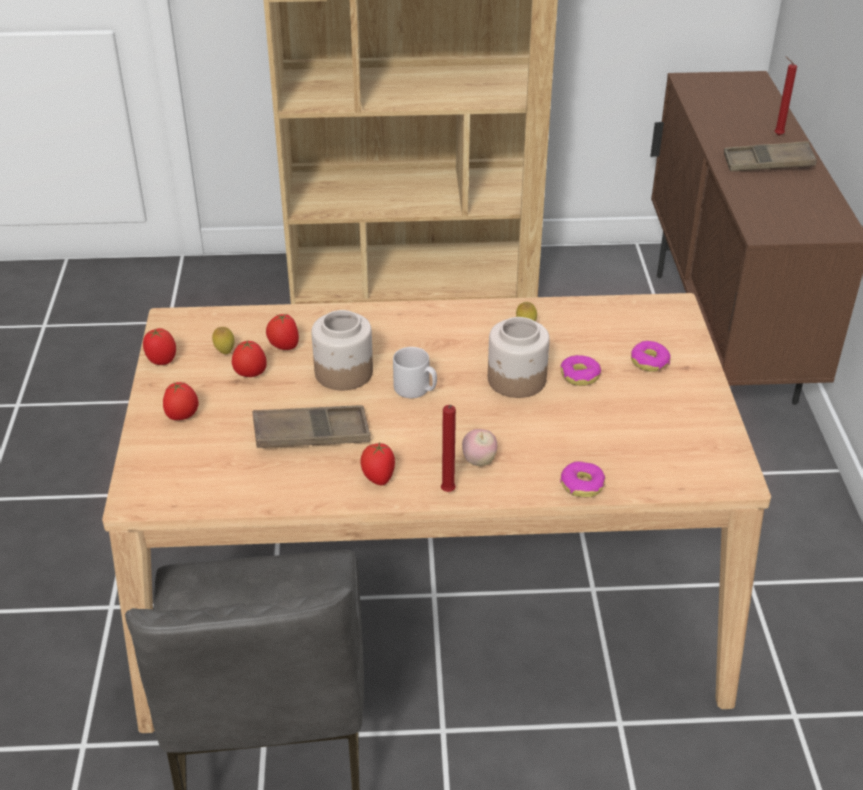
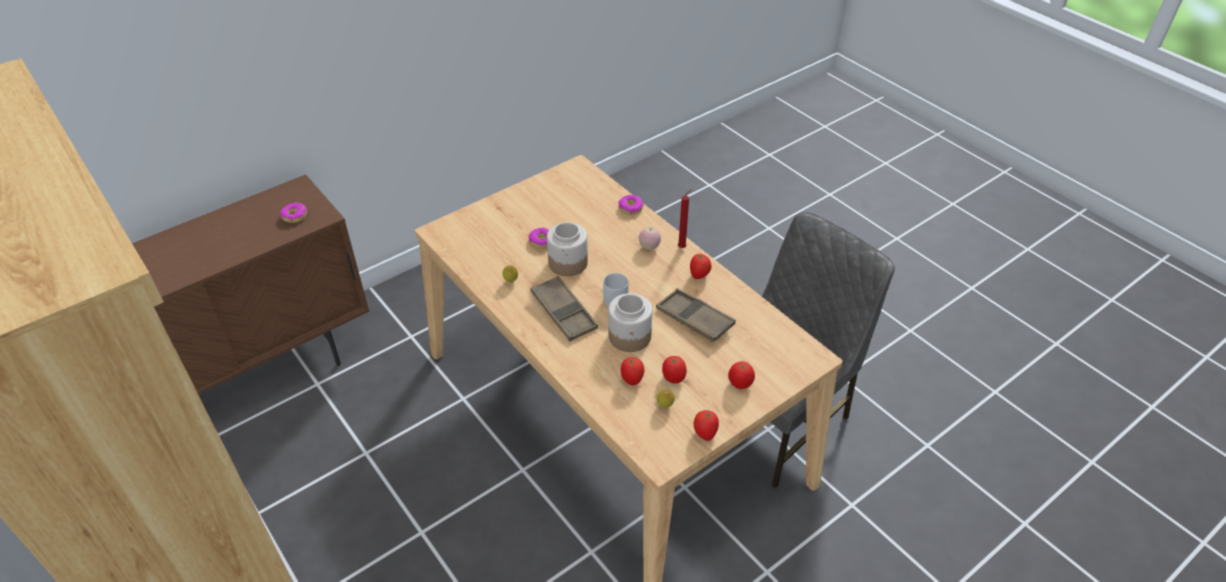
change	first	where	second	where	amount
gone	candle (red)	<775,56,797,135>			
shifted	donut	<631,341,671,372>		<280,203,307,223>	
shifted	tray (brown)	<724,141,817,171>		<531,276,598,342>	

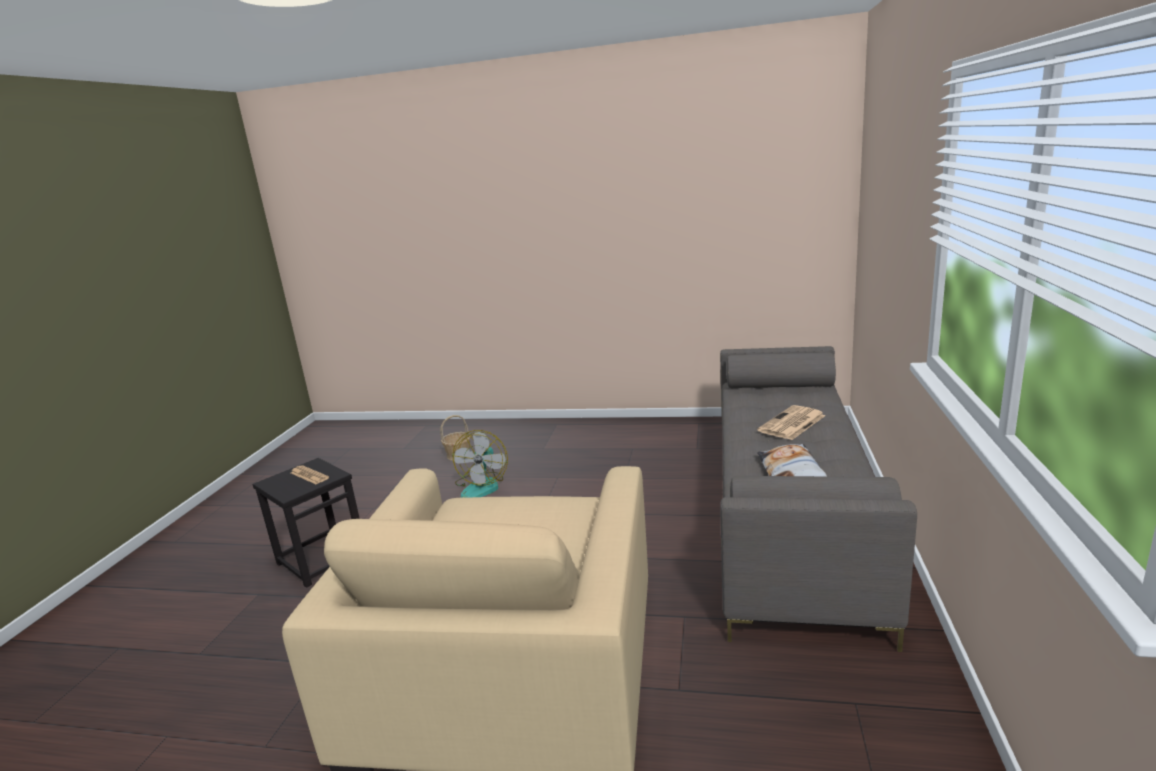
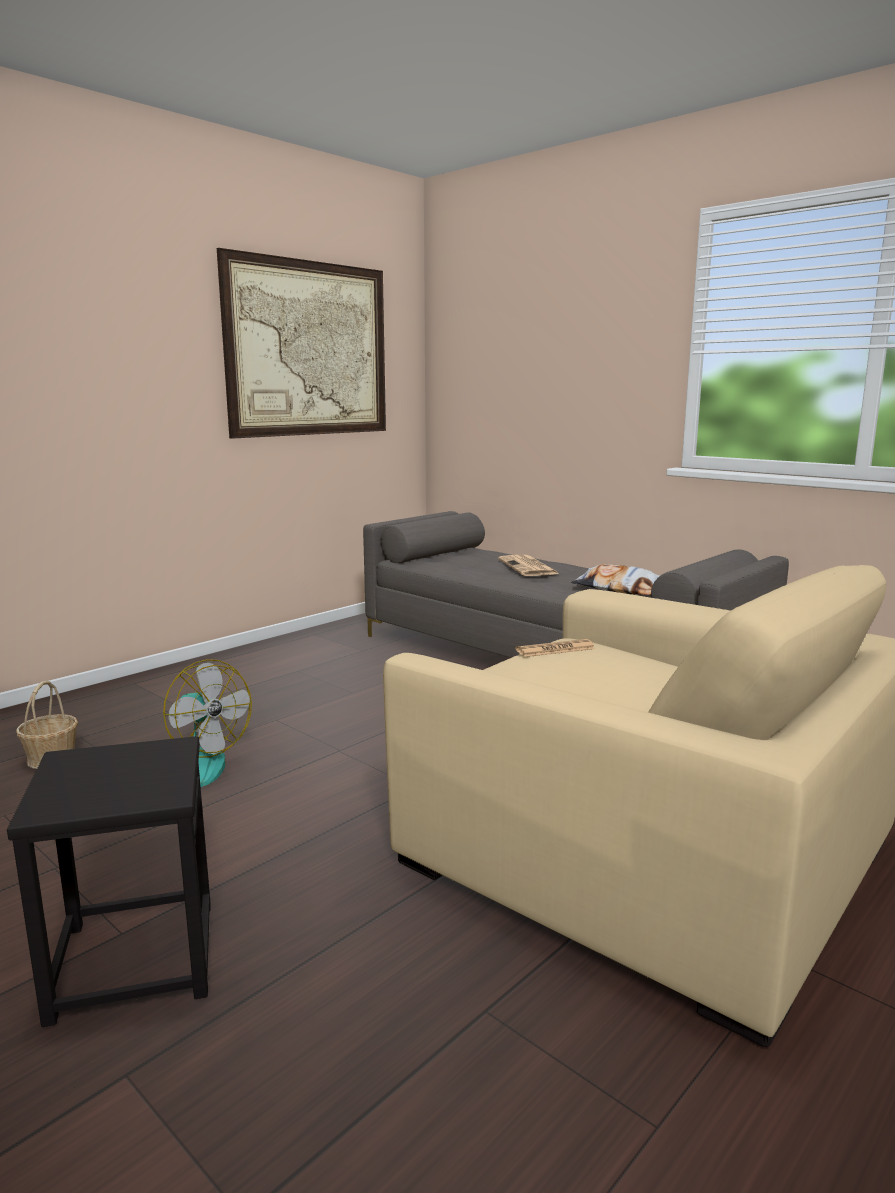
change	first	where	second	where	amount
new			picture	<217,248,386,439>	
shifted	newspaper	<291,465,329,484>		<515,639,595,657>	

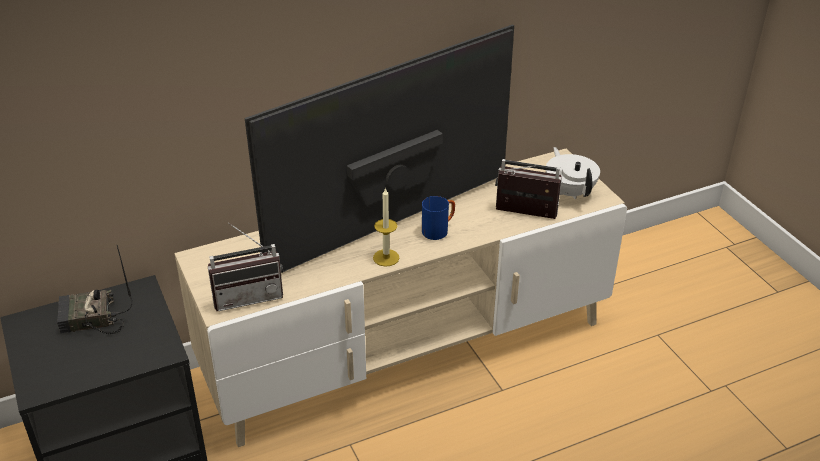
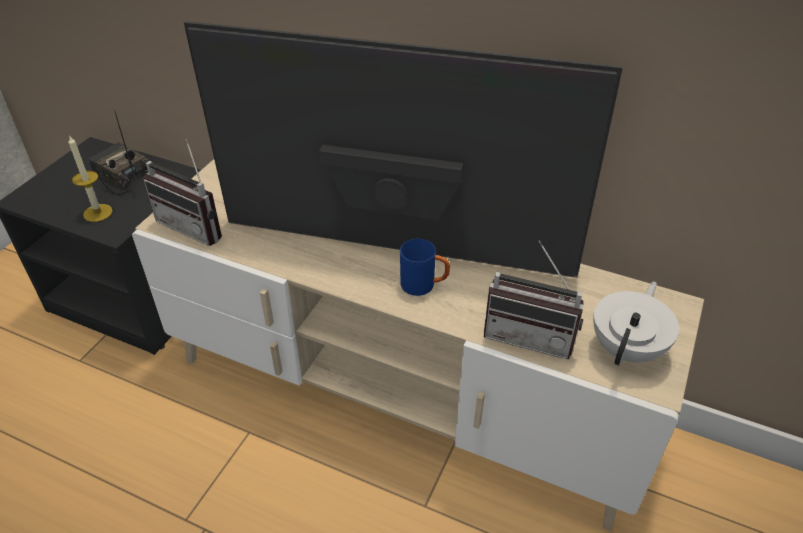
change	first	where	second	where	amount
shifted	candle	<373,187,400,267>		<69,135,113,222>	
rotated	radio	<495,159,562,219>		<484,240,584,359>	135 degrees clockwise

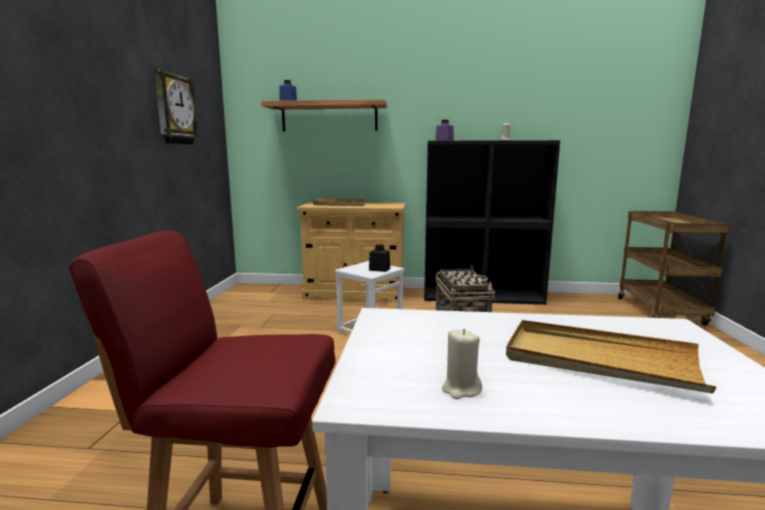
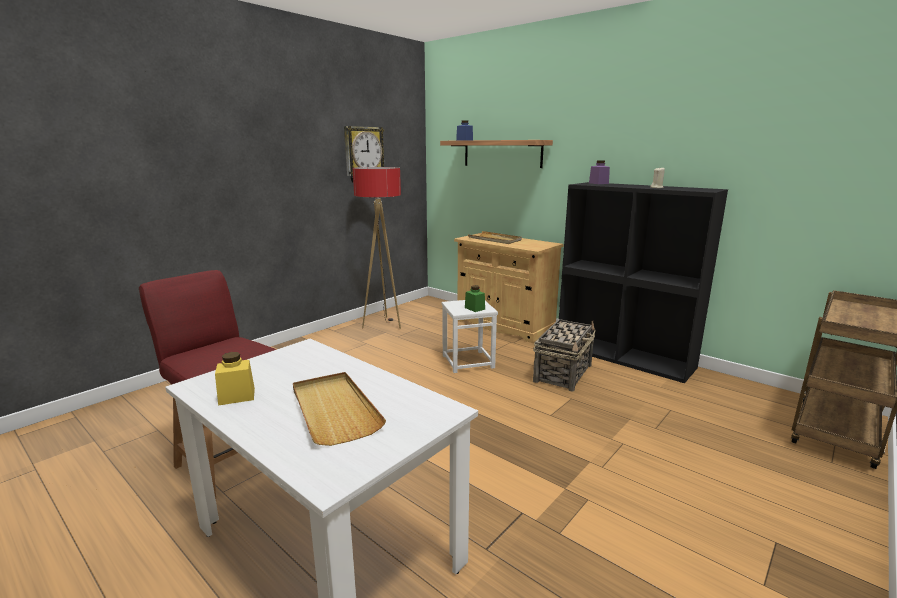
change	first	where	second	where	amount
new			floor lamp	<353,167,401,329>	
swapped	candle (beige)	<442,329,482,399>	jar (yellow)	<215,352,255,406>	
repainted	jar (black)	<369,244,390,272>	jar (green)	<465,285,485,312>	

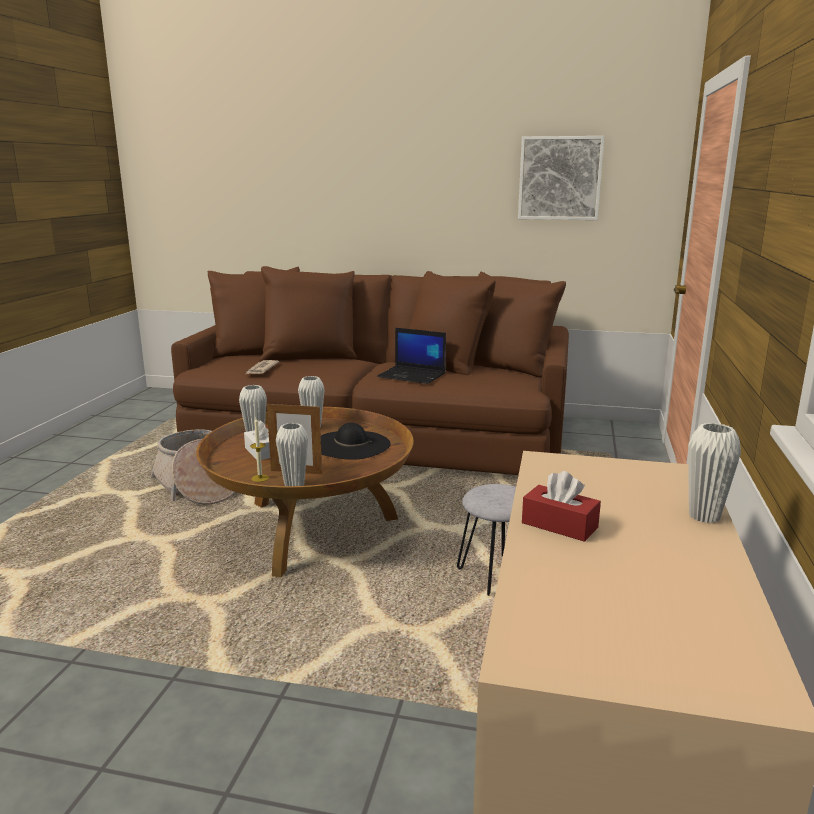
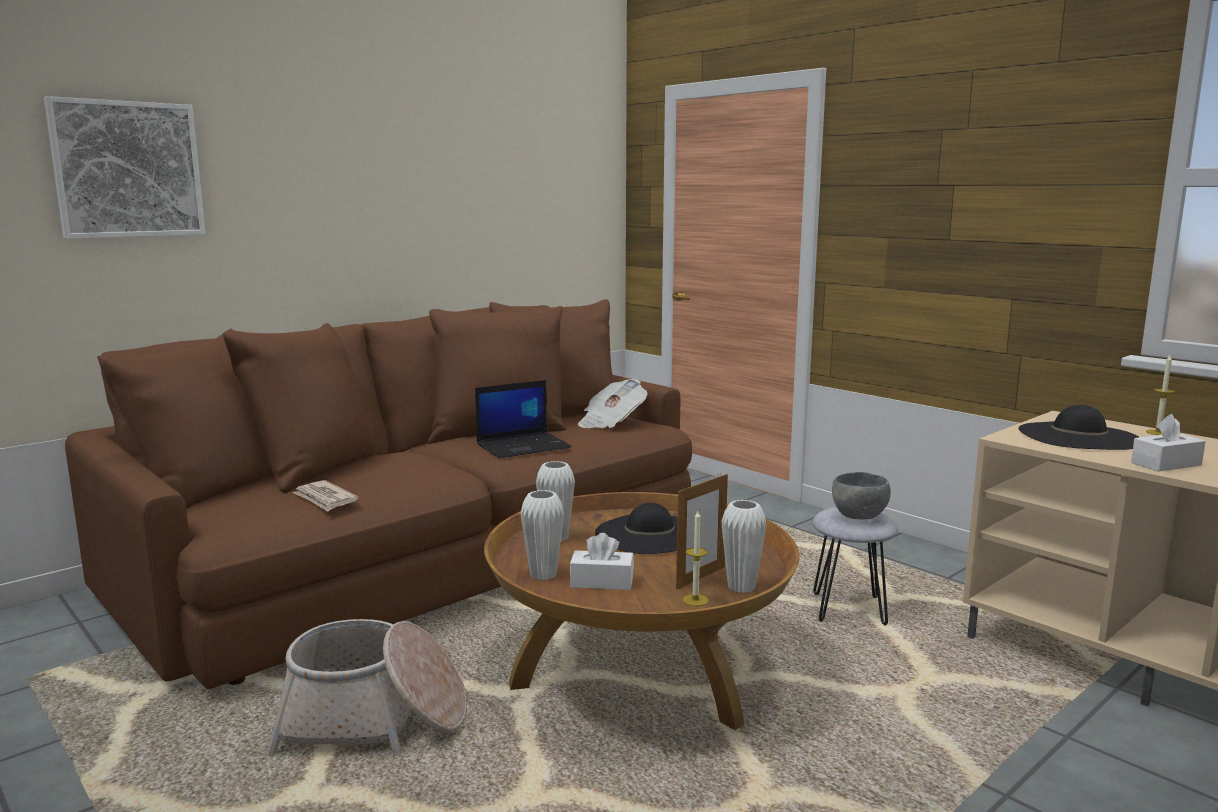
change	first	where	second	where	amount
new			newspaper	<578,379,647,428>	
new			bowl (grey)	<832,472,891,519>	
new			hat (black)	<1018,405,1139,450>	
shifted	picture	<518,136,605,220>		<44,96,206,239>	
swapped	vase (white)	<688,423,741,523>	candle	<1146,355,1175,435>	
repainted	tissue box (red)	<522,471,601,542>	tissue box (white)	<1131,414,1206,472>	

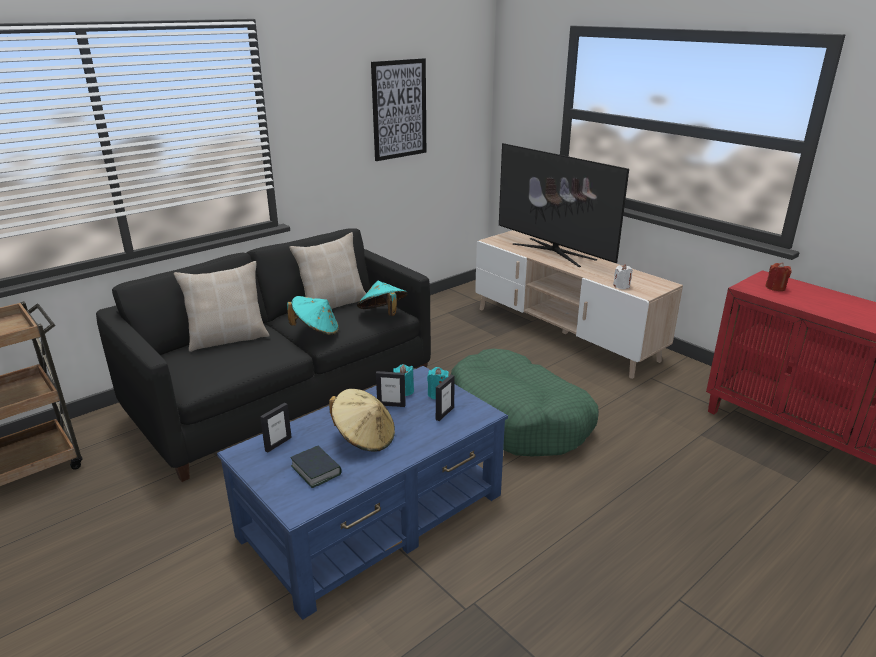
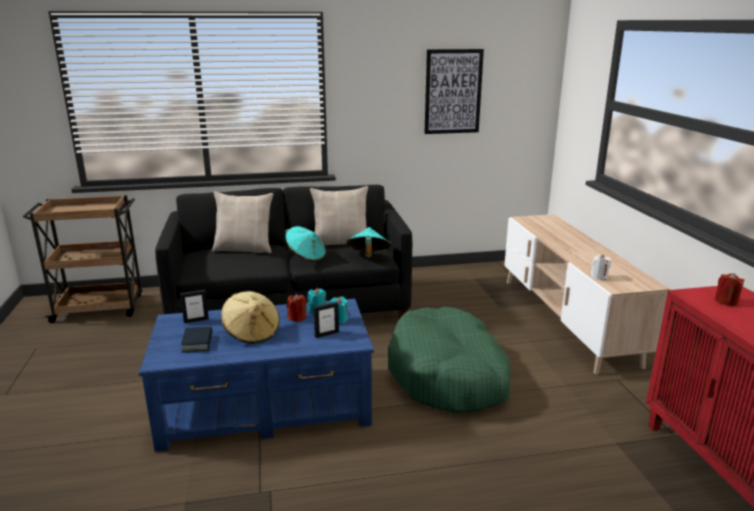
change	first	where	second	where	amount
gone	television	<499,143,629,267>			
swapped	picture frame	<376,371,406,407>	candle (red)	<287,294,306,322>	

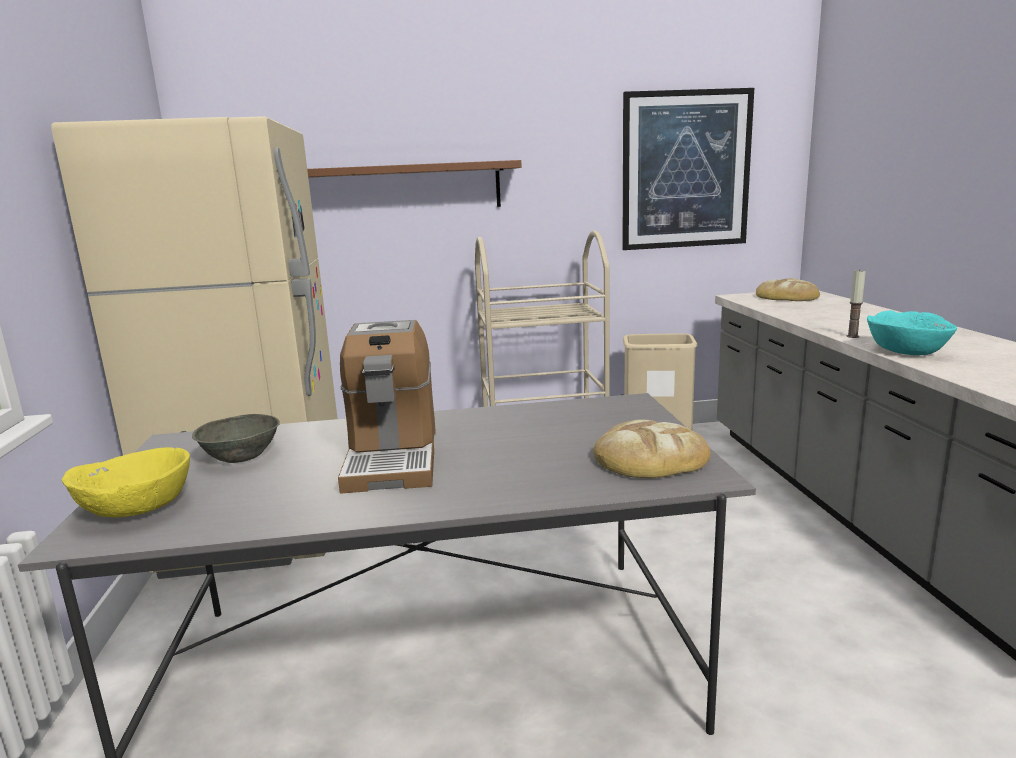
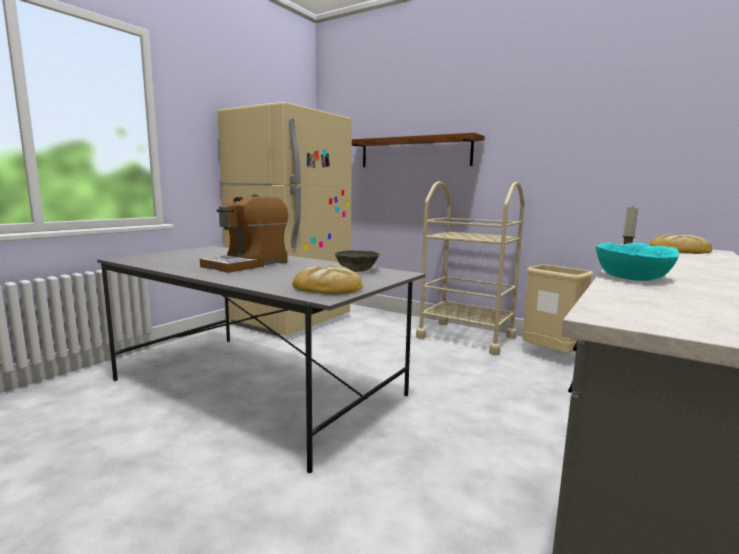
change	first	where	second	where	amount
gone	bowl (yellow)	<62,447,190,518>			
gone	picture	<622,88,754,250>			
shifted	bowl (grey)	<192,414,280,463>		<334,250,380,272>	

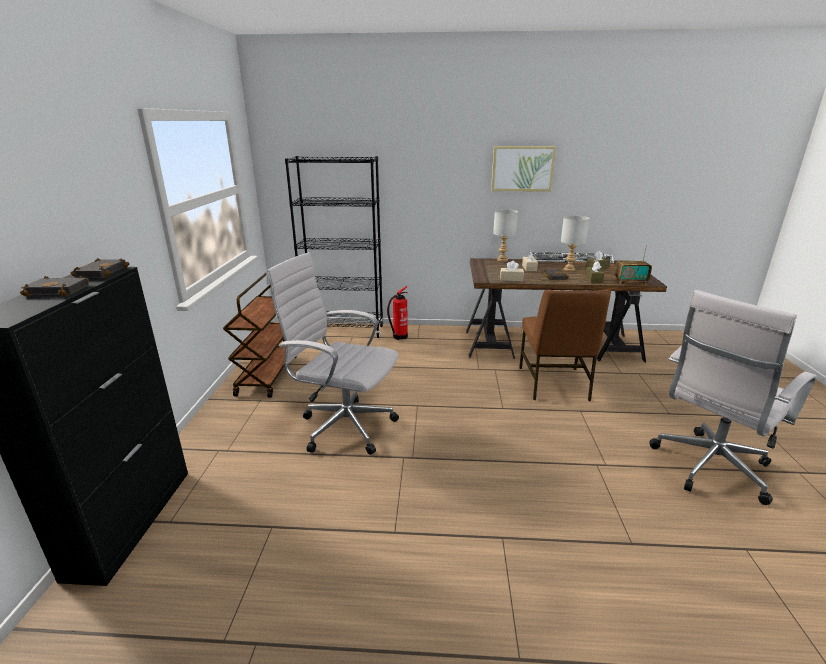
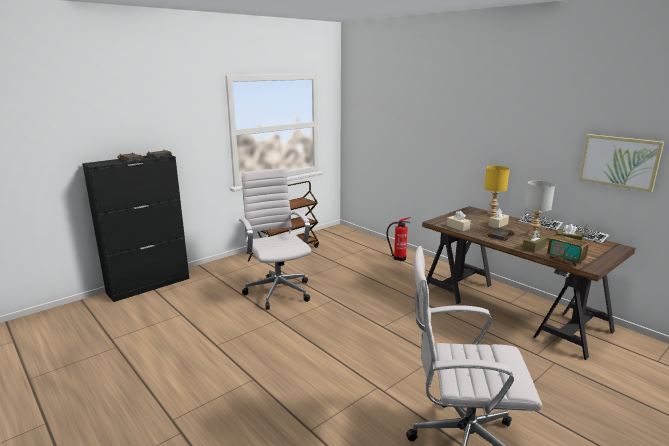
change	first	where	second	where	amount
gone	bookcase (black)	<285,156,384,338>			
gone	chair (brown)	<519,289,611,401>			
shifted	picture	<491,146,556,192>		<579,134,664,192>	
repainted	table lamp (grey)	<493,209,518,262>	table lamp (yellow)	<484,166,510,215>	

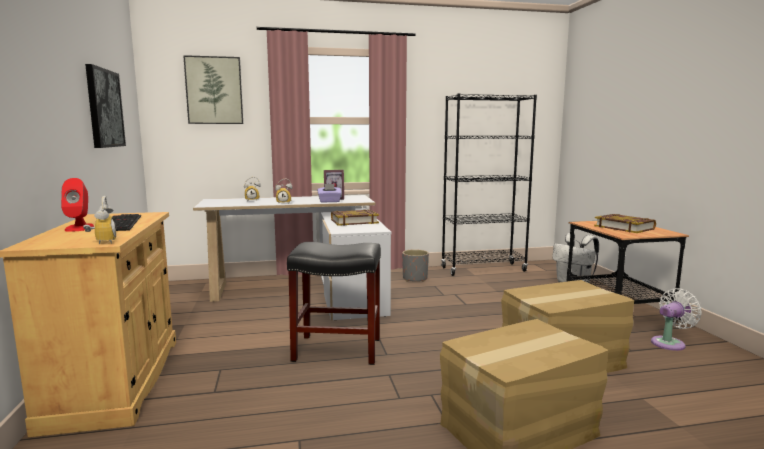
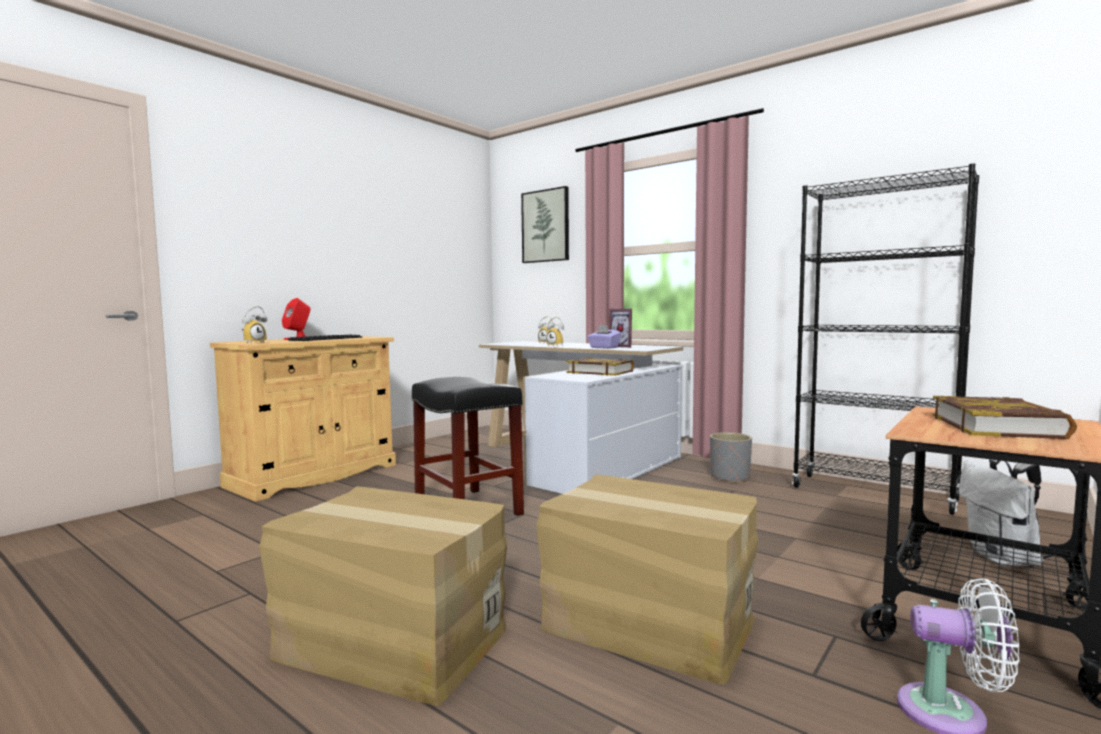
change	first	where	second	where	amount
gone	picture	<85,64,126,148>			

